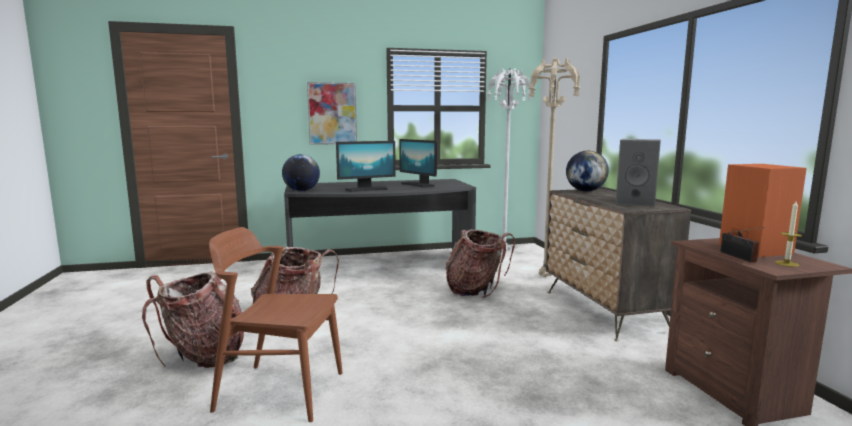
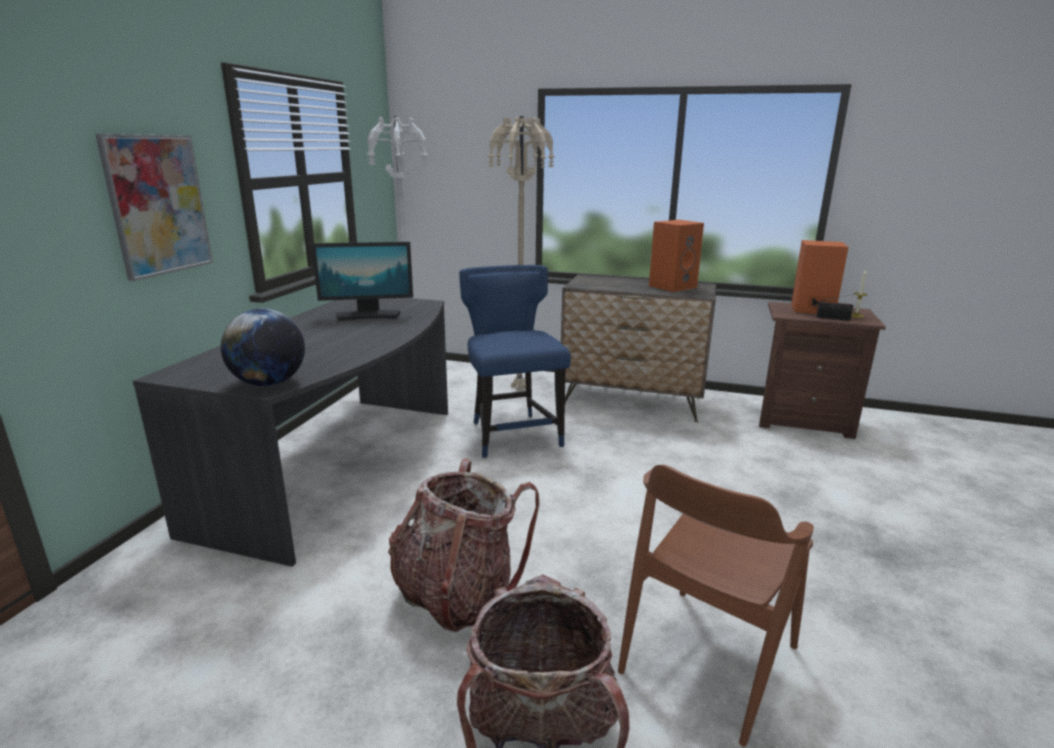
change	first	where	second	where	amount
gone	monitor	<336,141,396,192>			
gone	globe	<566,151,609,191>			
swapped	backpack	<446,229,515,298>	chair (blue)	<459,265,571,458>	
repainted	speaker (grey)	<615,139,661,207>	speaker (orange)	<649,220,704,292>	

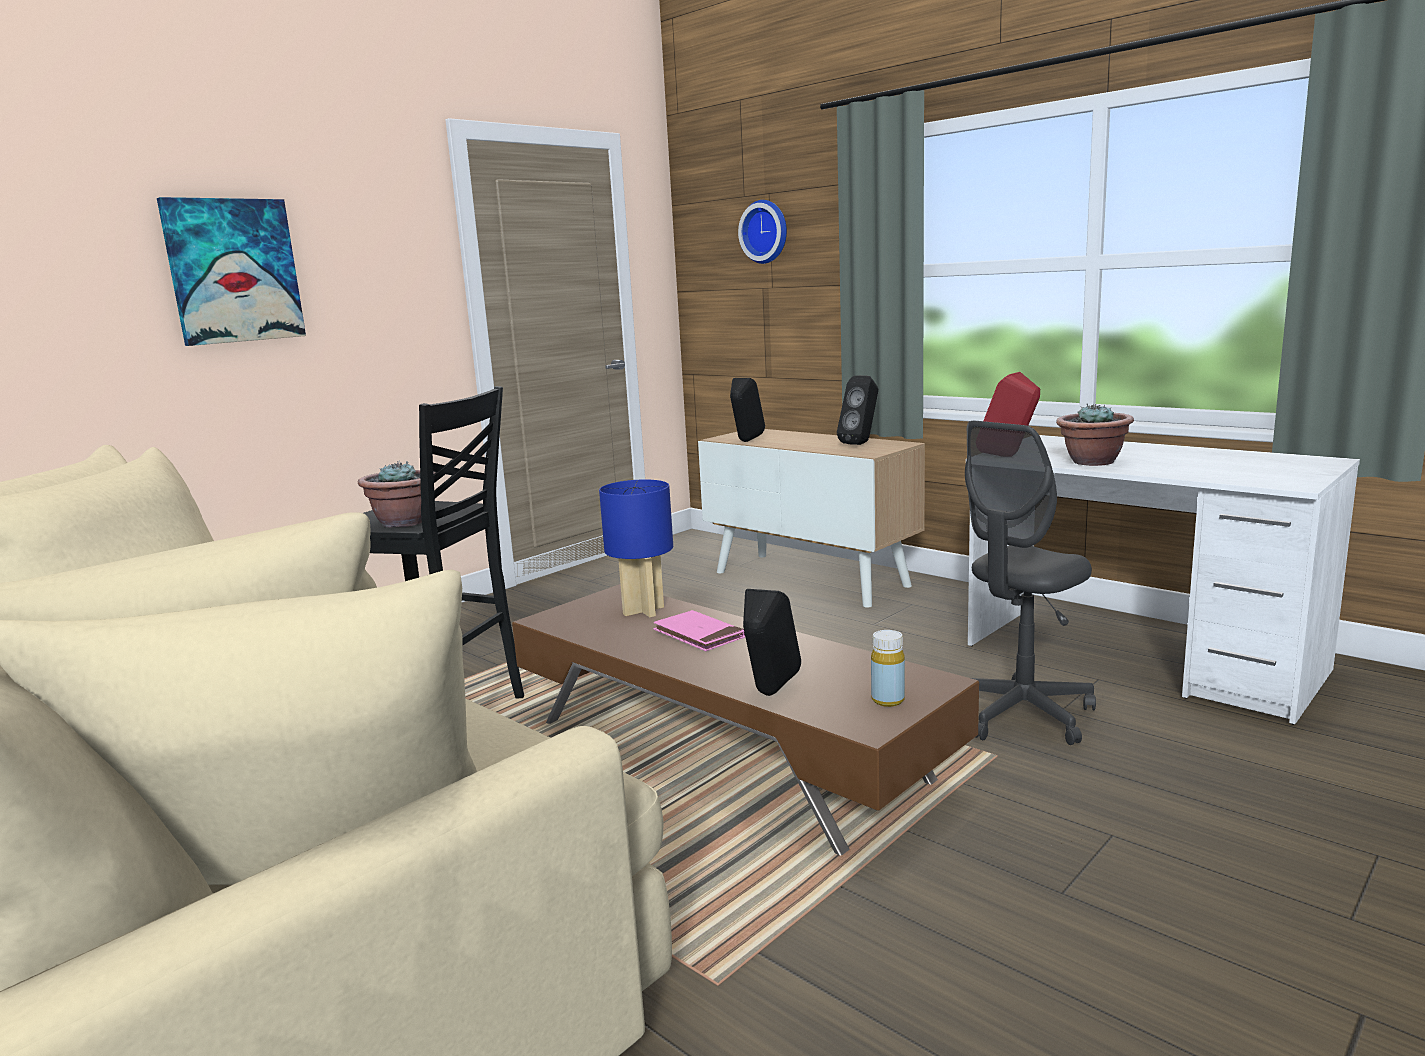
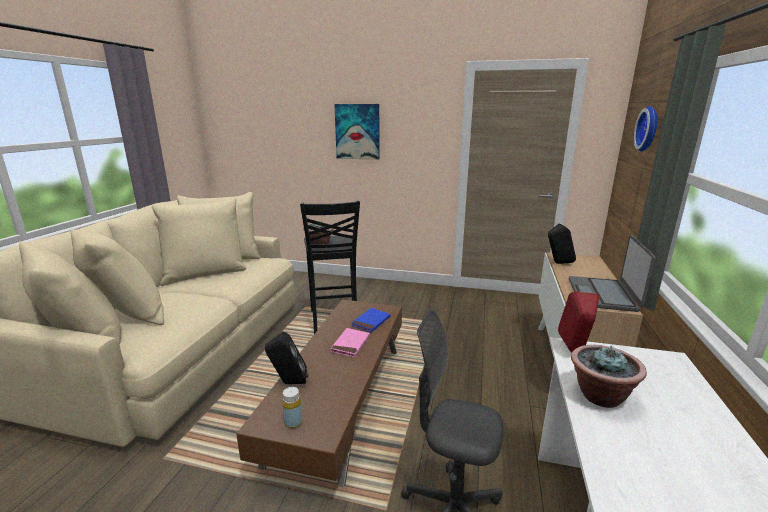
change	first	where	second	where	amount
swapped	table lamp (blue)	<599,480,673,617>	book (blue)	<351,308,391,333>	
swapped	speaker (black)	<837,375,878,445>	laptop	<569,234,656,312>	

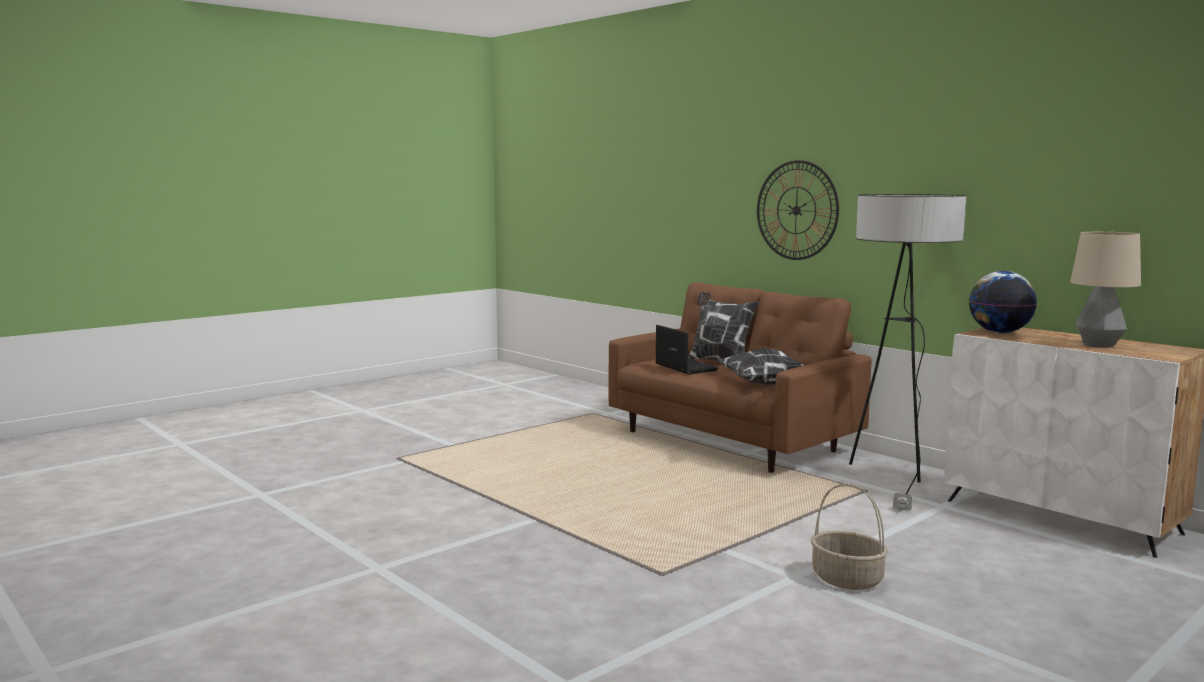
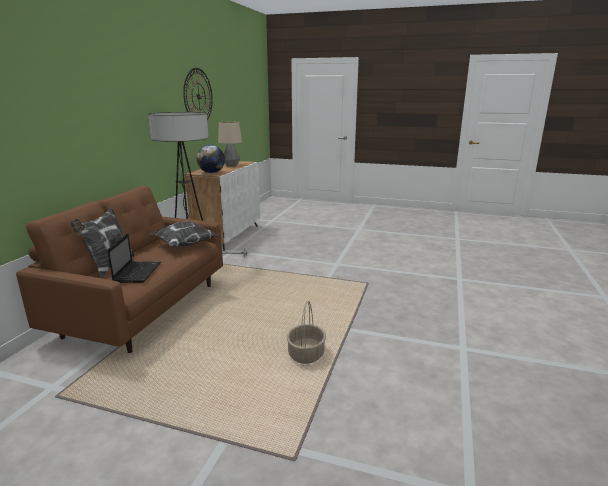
change	first	where	second	where	amount
shifted	wall clock	<757,160,839,260>		<183,68,213,120>	
shifted	basket	<811,484,888,590>		<287,301,326,364>	
rotated	laptop	<656,325,718,374>		<107,233,161,283>	150 degrees clockwise

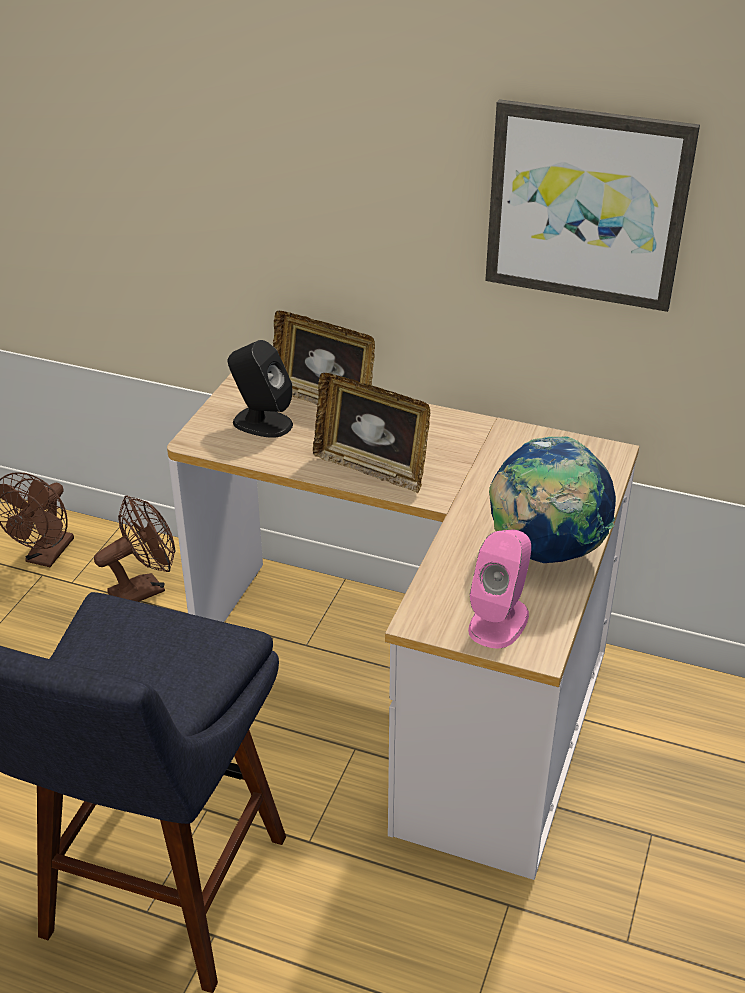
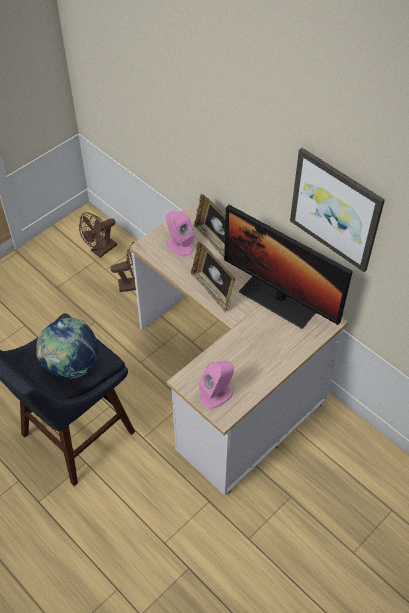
change	first	where	second	where	amount
new			monitor	<224,205,353,329>	
shifted	globe	<489,436,616,563>		<36,318,98,379>	
repainted	speaker (black)	<228,340,293,438>	speaker (pink)	<166,211,195,257>	

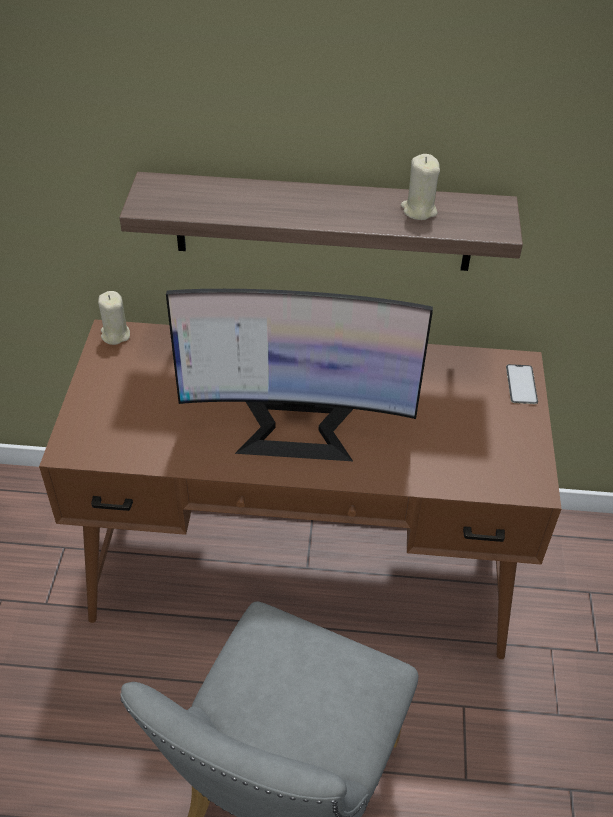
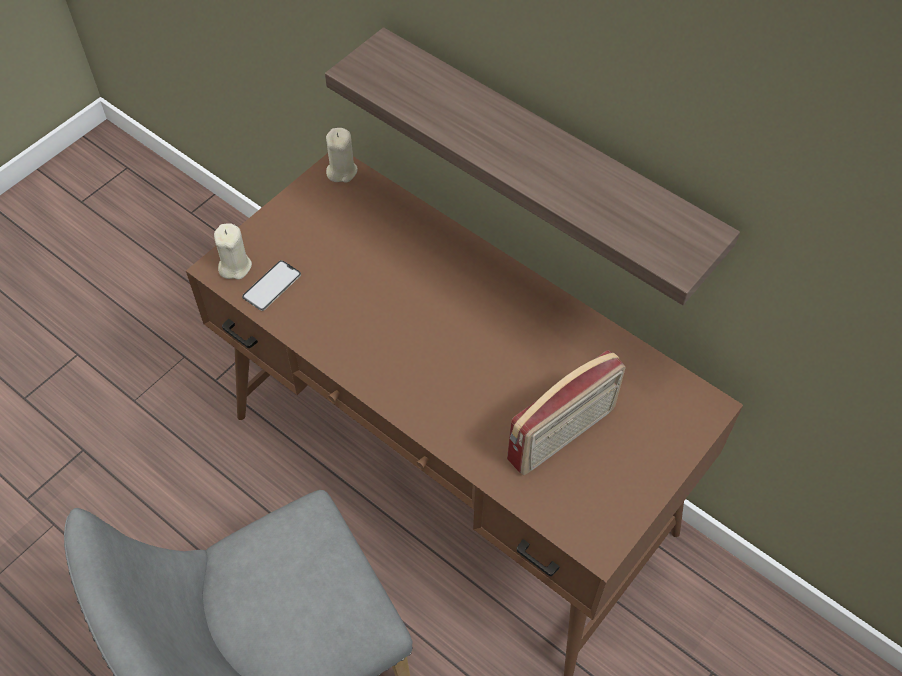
change	first	where	second	where	amount
gone	monitor	<166,289,433,462>			
new			radio	<507,350,626,475>	
shifted	candle (beige)	<401,154,440,220>		<214,223,252,279>	
shifted	phone	<506,364,538,404>		<242,260,301,311>	

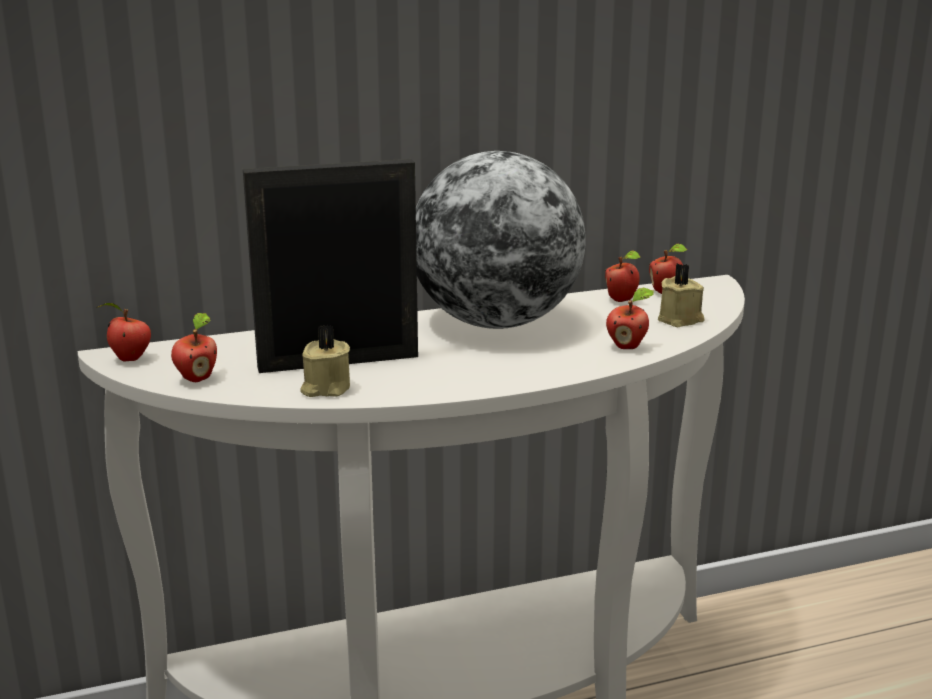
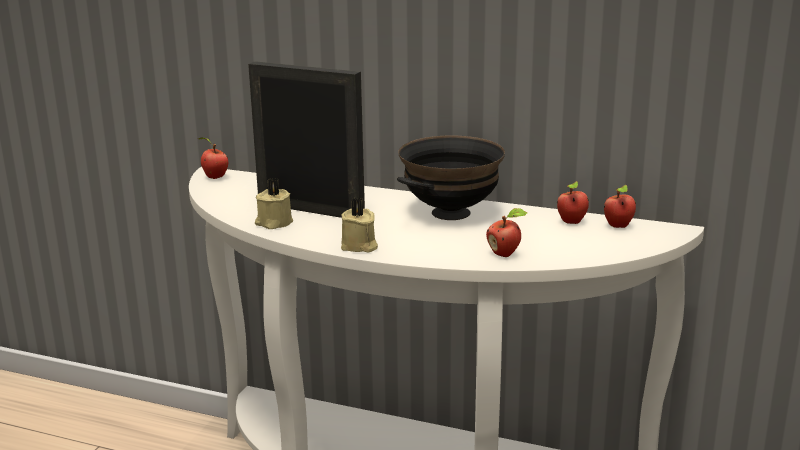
change	first	where	second	where	amount
gone	apple	<171,313,217,382>			
shifted	candle (beige)	<658,264,704,327>		<341,198,378,252>	
swapped	globe	<416,151,586,329>	bowl (black)	<397,135,505,220>	

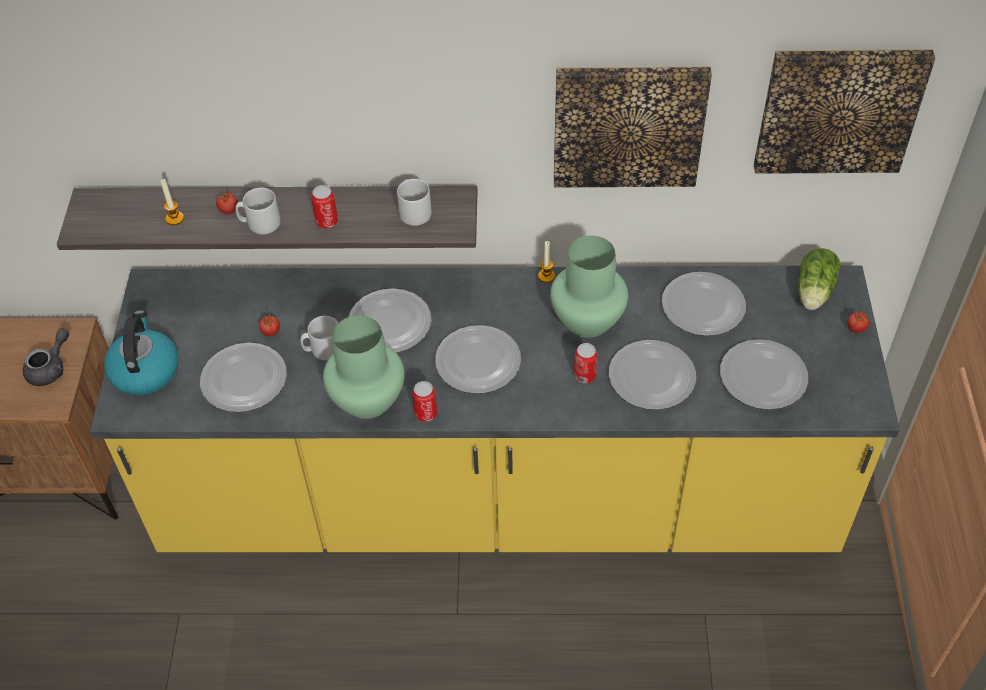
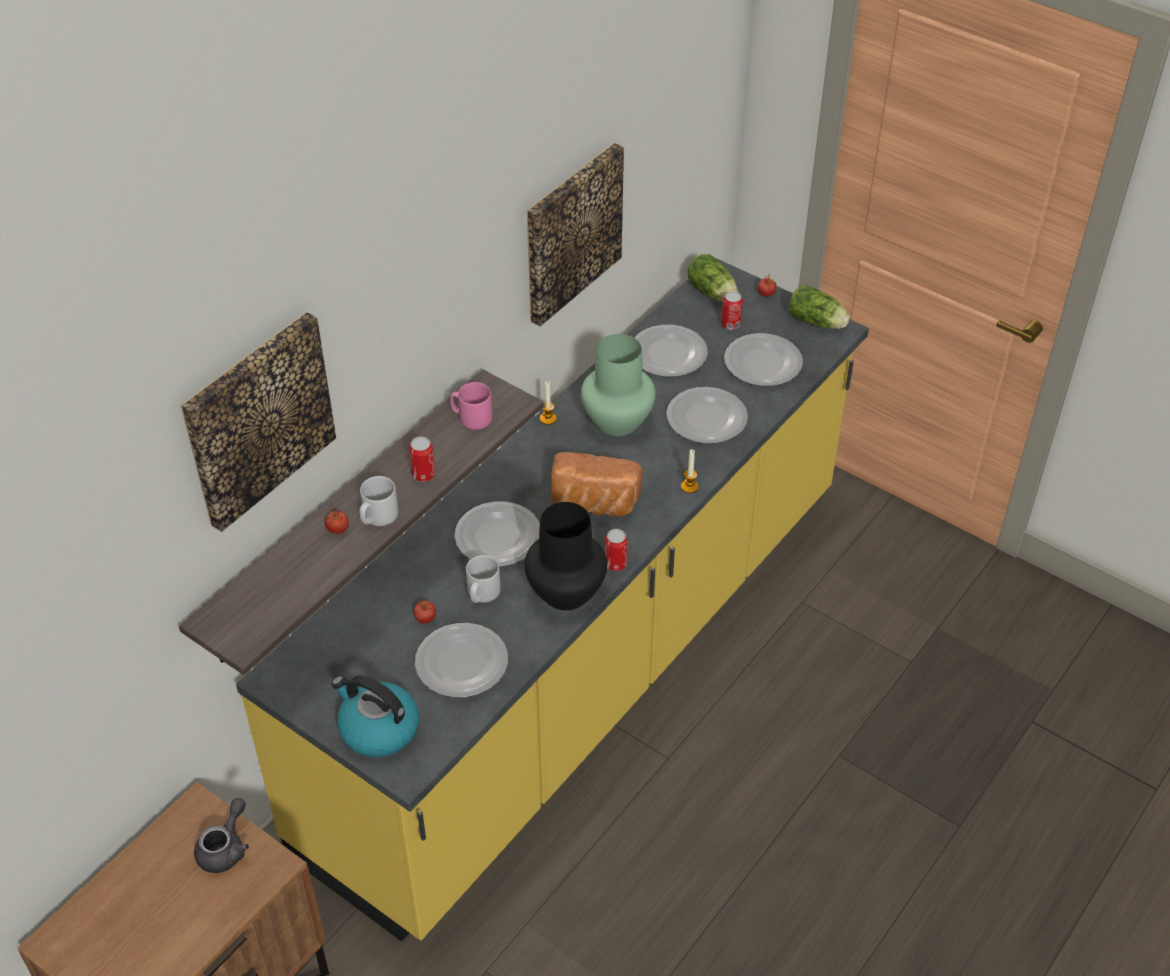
change	first	where	second	where	amount
new			lettuce	<789,284,850,329>	
shifted	candle	<161,179,184,225>		<681,449,698,493>	
shifted	can	<574,343,597,384>		<721,291,743,330>	
shifted	picture	<754,49,935,174>		<181,312,336,532>	
swapped	plate	<435,325,521,394>	bread	<551,452,643,517>	
repainted	vase (green)	<323,315,405,419>	vase (black)	<525,502,607,610>	
repainted	mug (grey)	<397,179,432,226>	mug (pink)	<450,382,493,430>	
rotated	teapot (grey)	<23,329,69,386>		<194,798,249,873>	45 degrees clockwise

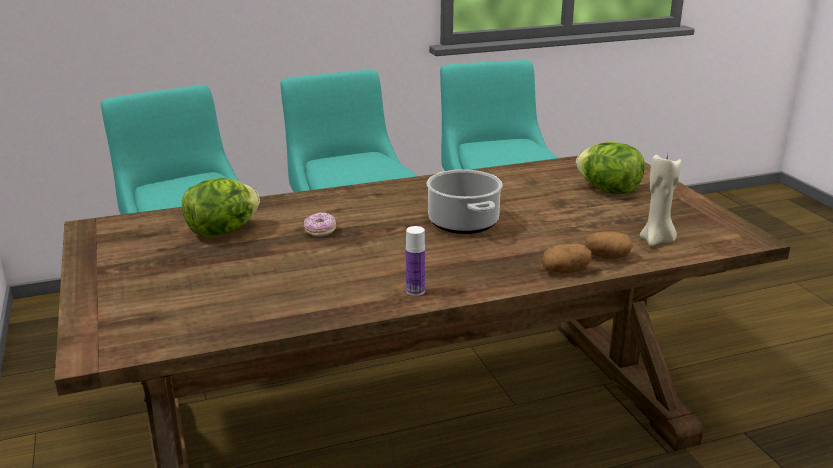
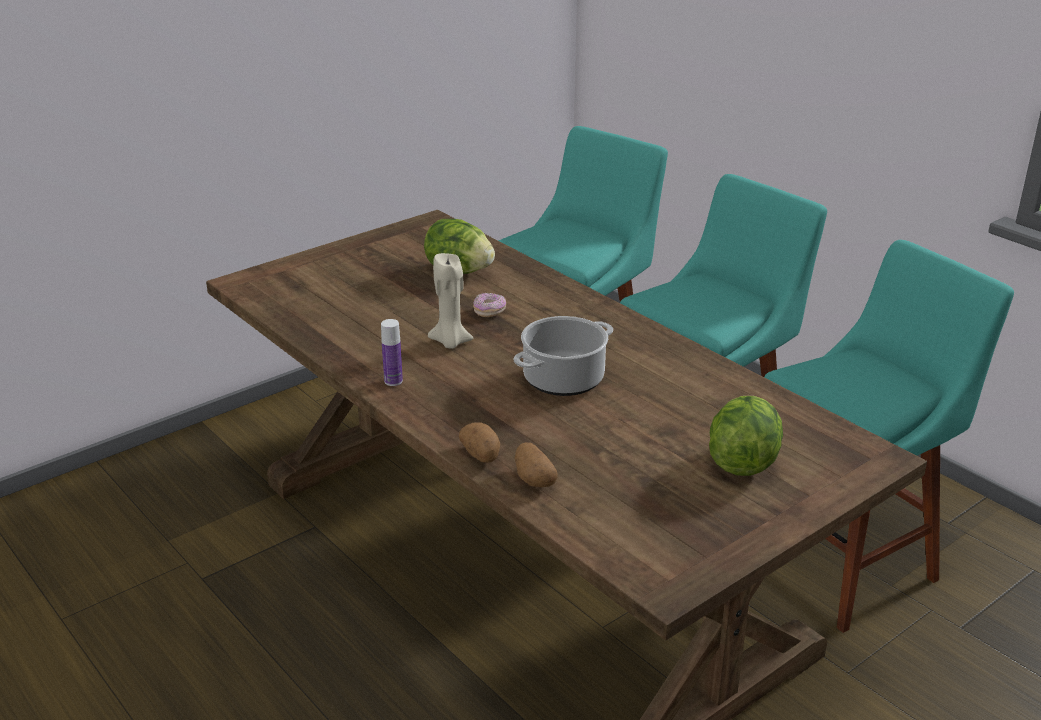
change	first	where	second	where	amount
shifted	candle (beige)	<640,154,681,246>		<428,253,474,349>	

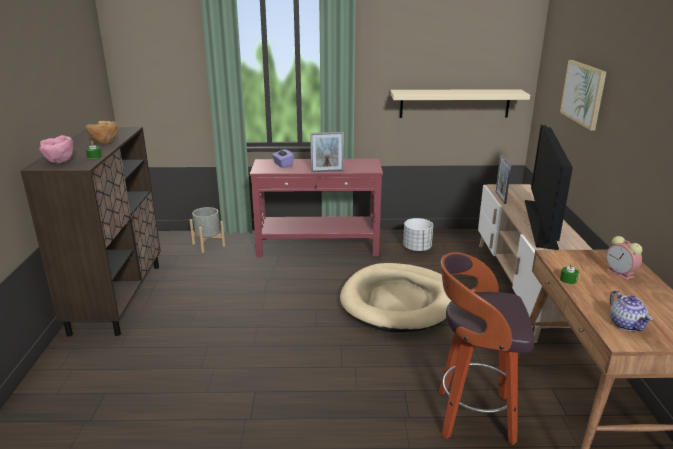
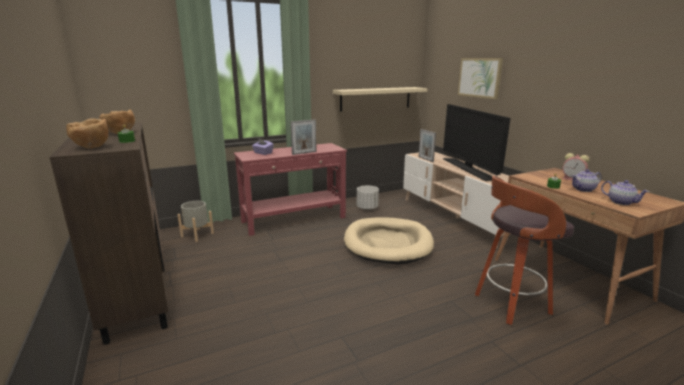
change	first	where	second	where	amount
new			teapot	<571,169,601,192>	
repainted	bowl (pink)	<39,135,73,164>	bowl (brown)	<66,118,108,149>	

